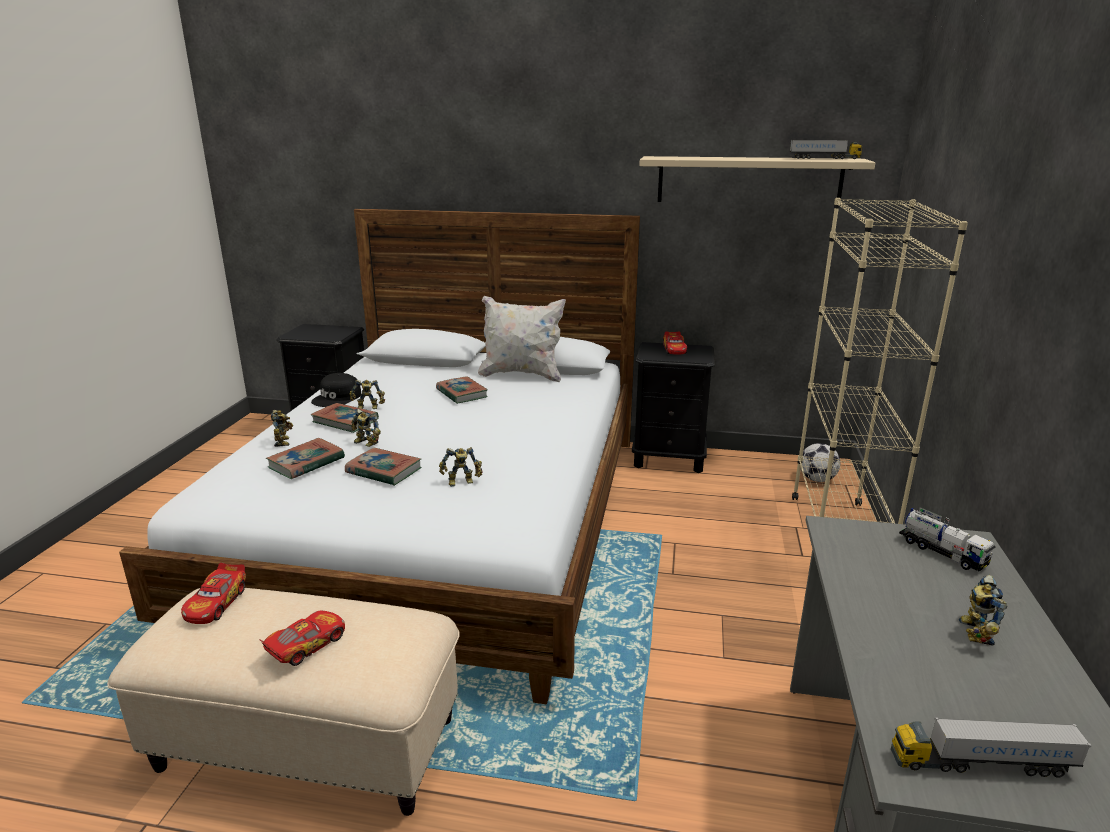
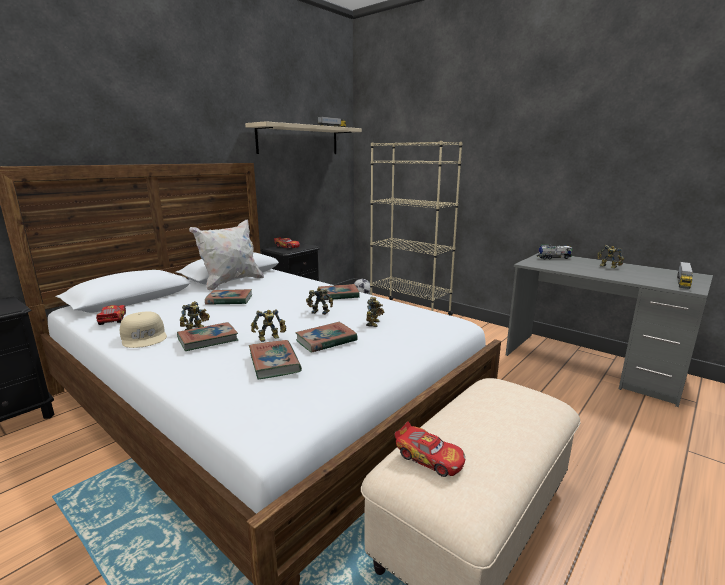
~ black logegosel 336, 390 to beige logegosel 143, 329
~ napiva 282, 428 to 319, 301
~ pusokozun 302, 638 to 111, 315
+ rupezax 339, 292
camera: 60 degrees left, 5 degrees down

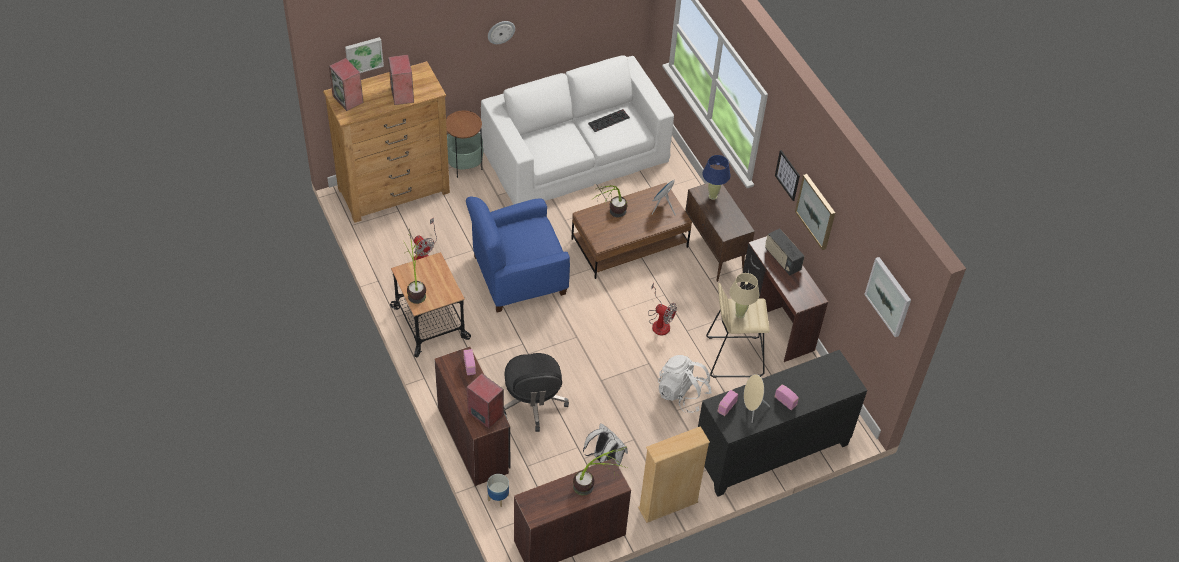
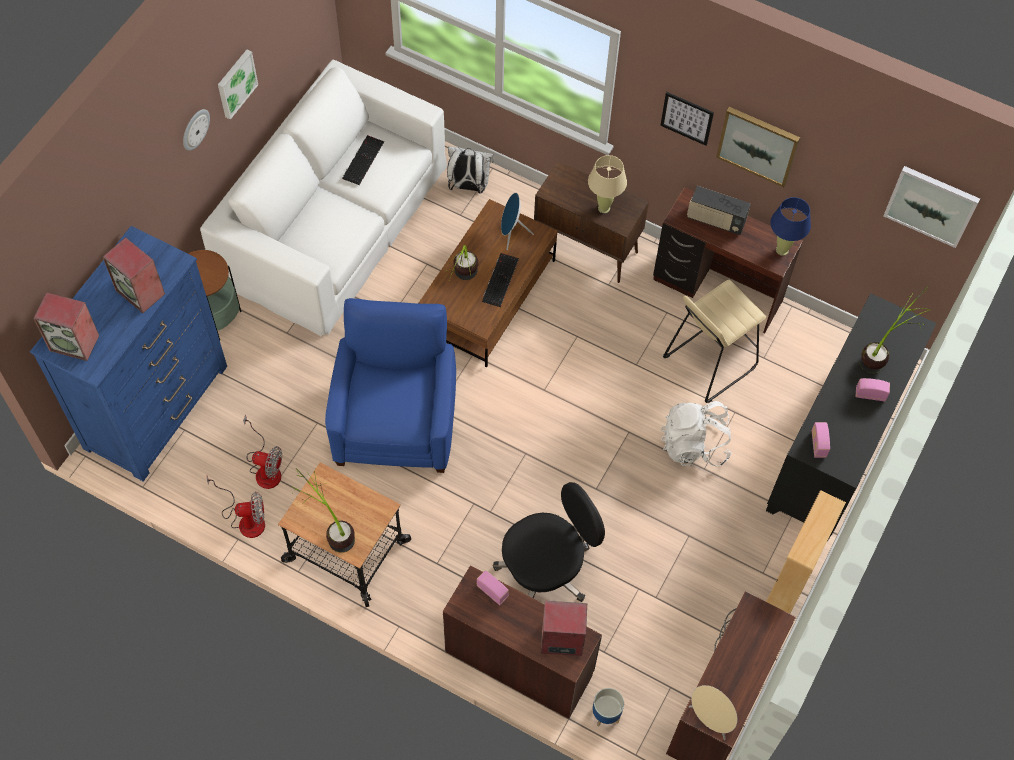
~ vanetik 364, 55 to 238, 85
~ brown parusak 386, 142 to blue parusak 128, 354
~ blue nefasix 716, 177 to 790, 226
~ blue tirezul 518, 254 = 390, 385 150 degrees clockwise
~ beige nefasix 744, 295 to 607, 184
~ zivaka 662, 309 to 236, 507
~ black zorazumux 536, 392 = 549, 542 75 degrees counterclockwise
~ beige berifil 757, 398 to 713, 712
~ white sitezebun 605, 444 to 470, 169
~ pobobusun 600, 471 to 894, 330
+ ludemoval 500, 280
camera: 35 degrees left, 10 degrees up

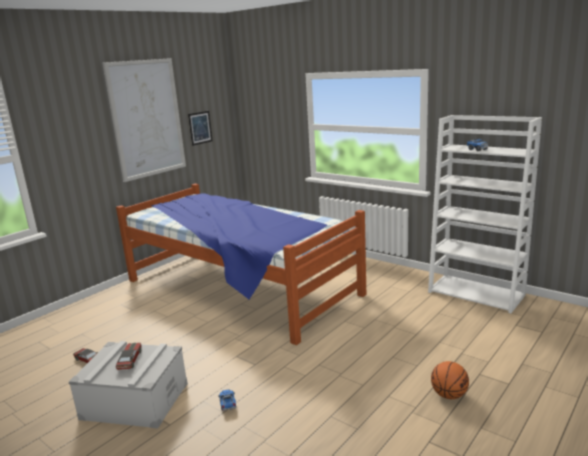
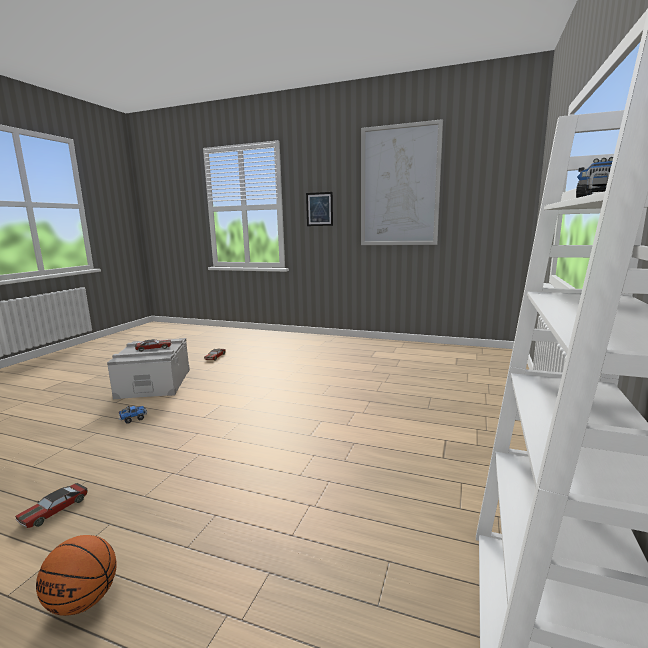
~ vanetik 200, 128 to 319, 209
- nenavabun 241, 264
+ pusokozun 51, 505
camera: 70 degrees right, 5 degrees down

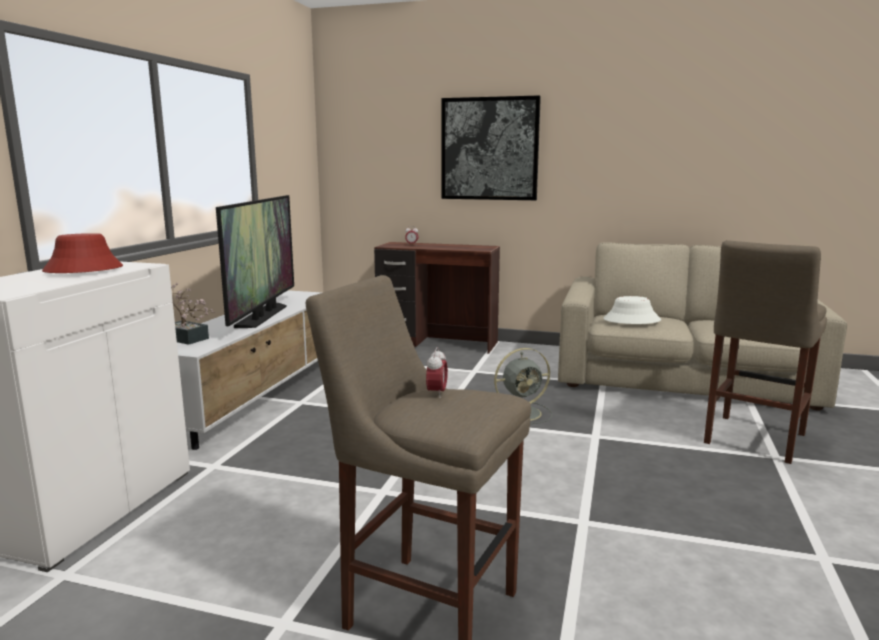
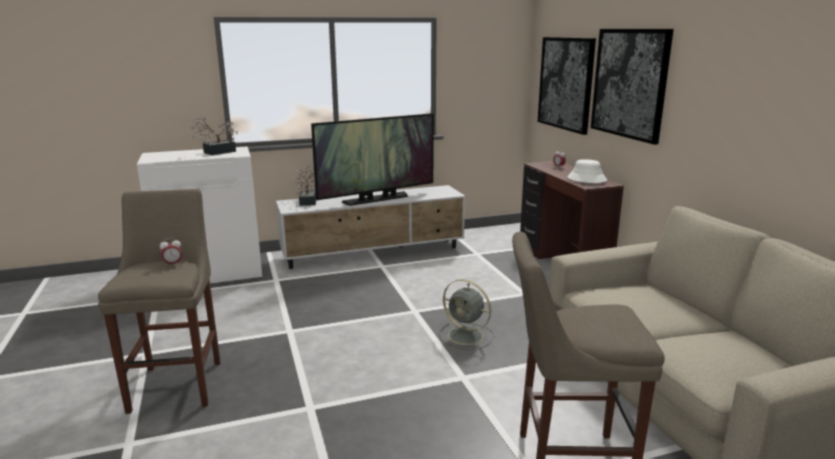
~ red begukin 82, 253 to pobobusun 214, 135
~ white begukin 632, 310 to 587, 171
+ vanetik 567, 86
camera: 55 degrees right, 5 degrees up

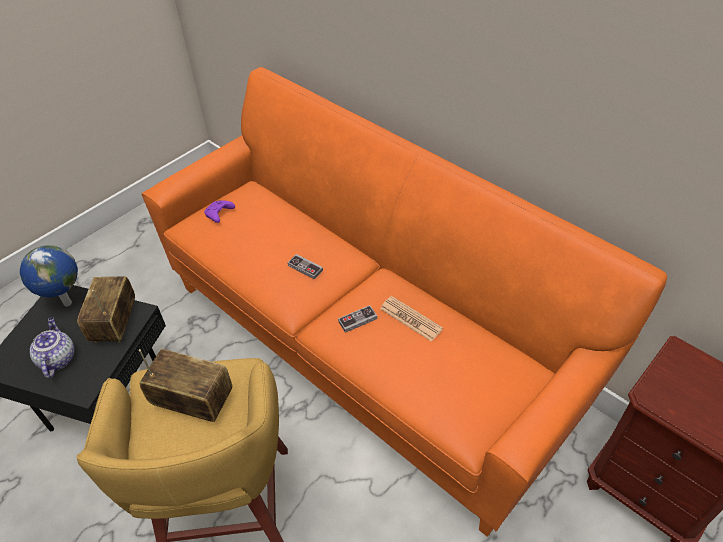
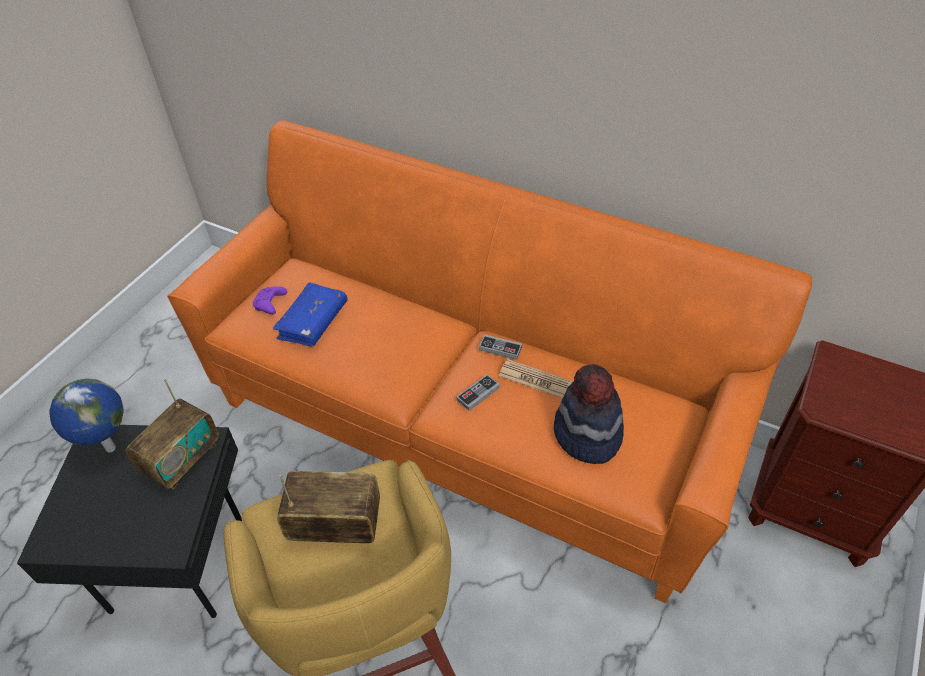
~ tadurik 305, 266 to 500, 347
~ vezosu 106, 310 = 172, 434 135 degrees counterclockwise
- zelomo 52, 347
+ blue rupezax 310, 314
+ begukin 589, 414
camera: 15 degrees left, 0 degrees up

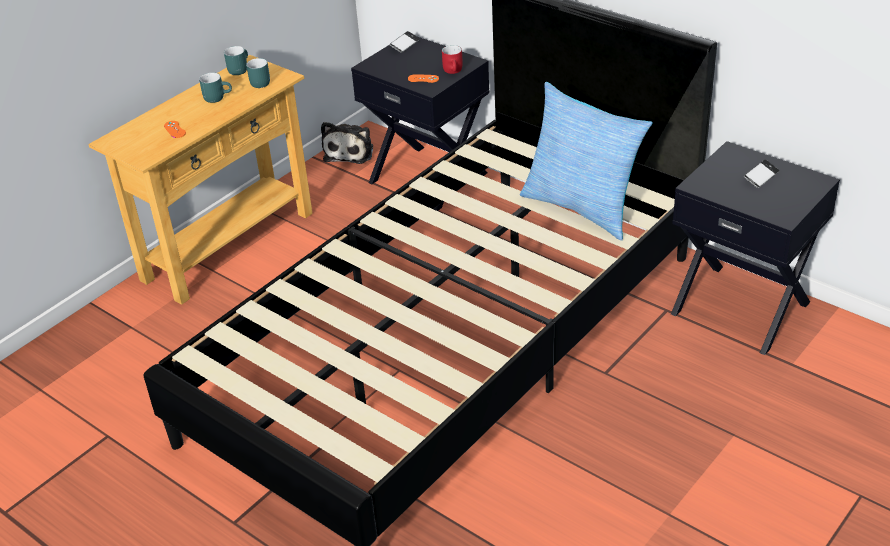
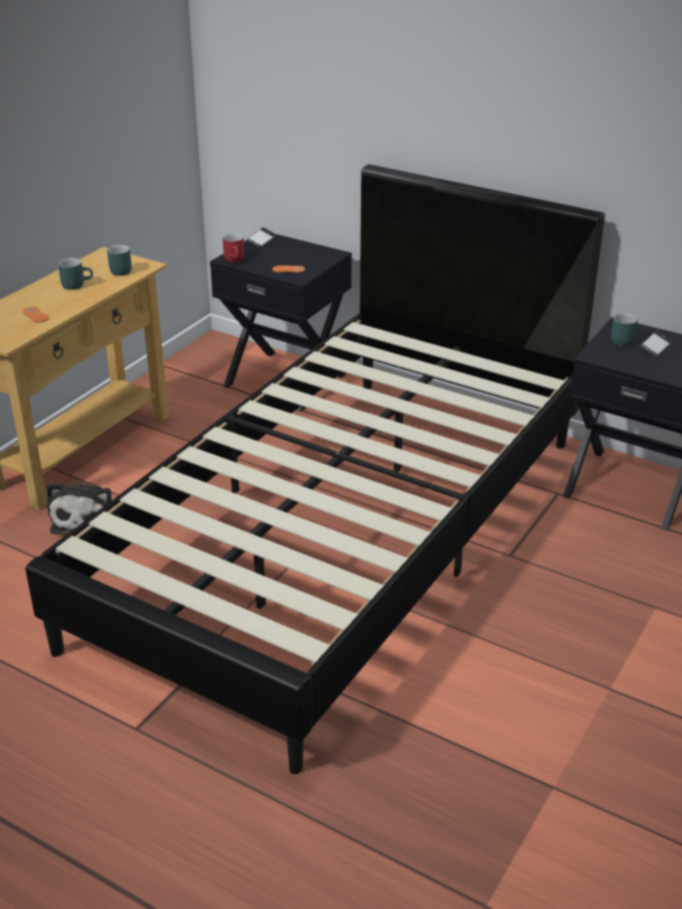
~ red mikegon 452, 59 to 233, 247
~ turquoise mikegon 236, 60 to 624, 329
- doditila 586, 161
~ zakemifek 347, 143 to 79, 508
camera: 10 degrees left, 5 degrees down

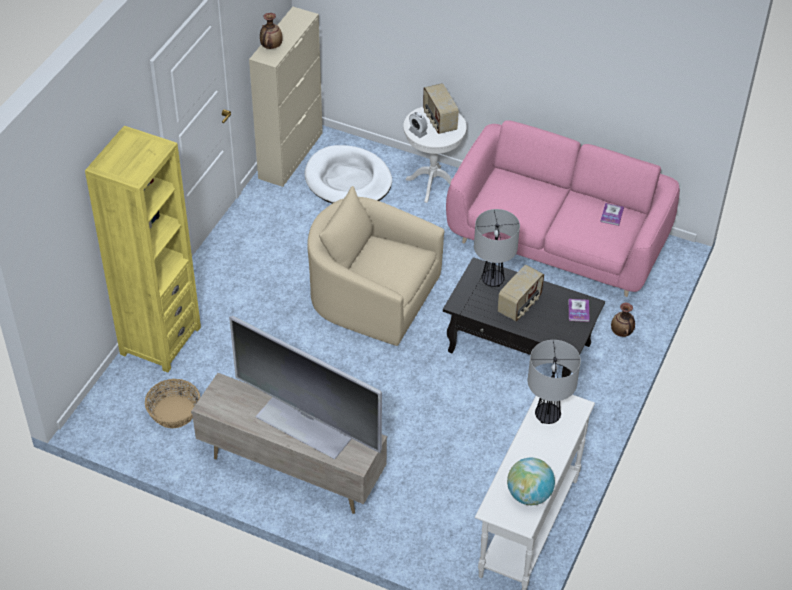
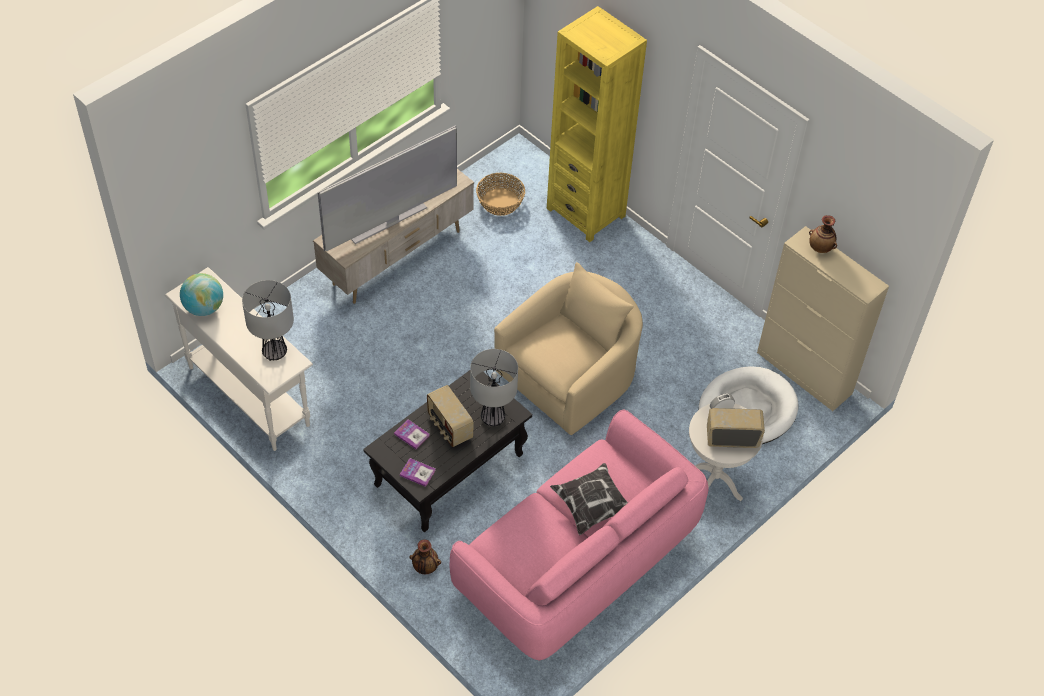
~ rupezax 612, 214 to 412, 434
+ doditila 590, 499
camera: 110 degrees right, 5 degrees up

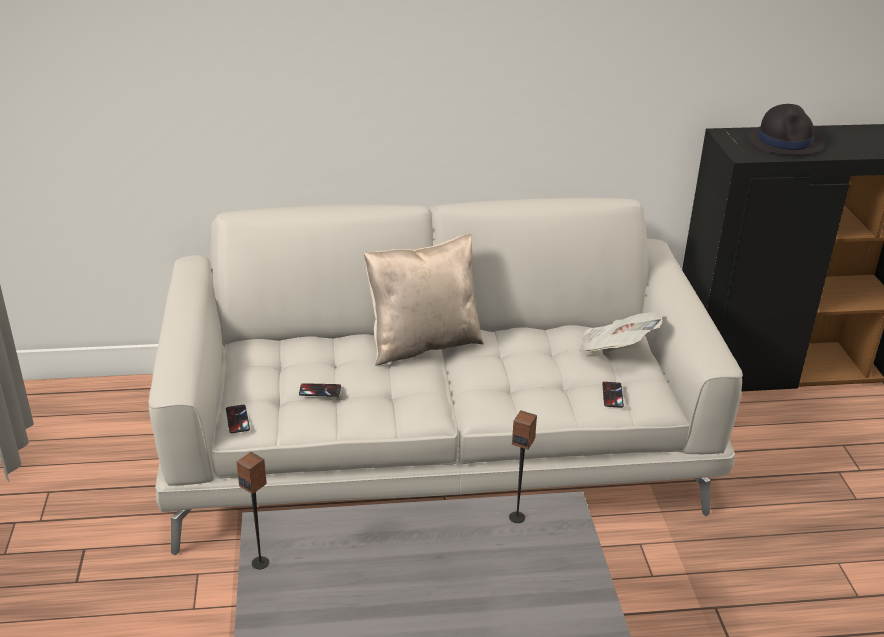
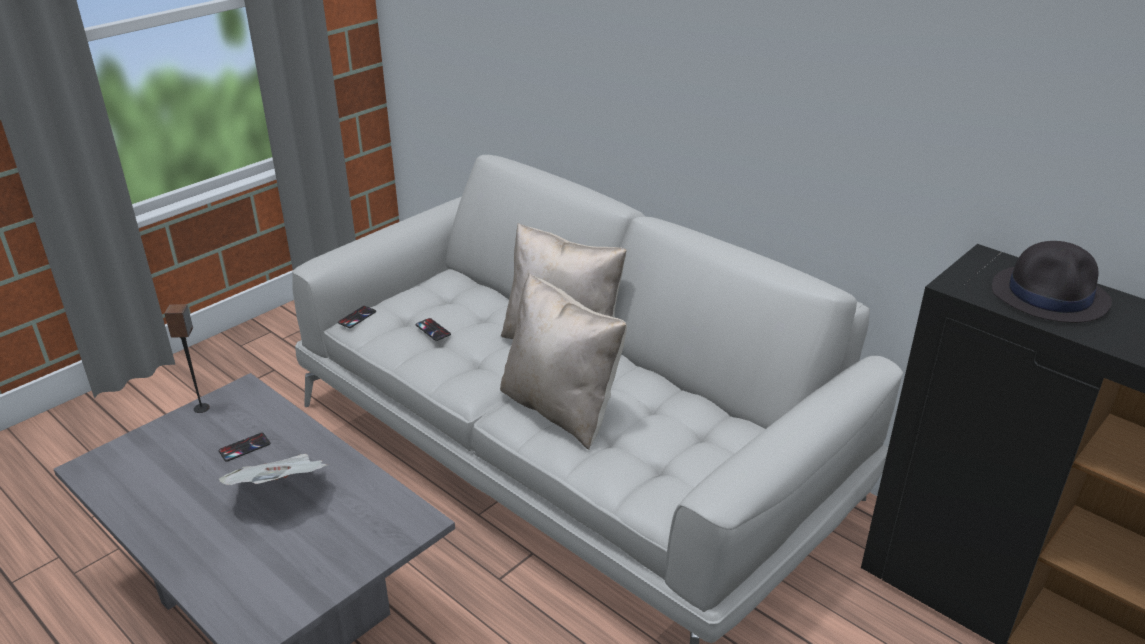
~ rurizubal 621, 332 to 273, 469
~ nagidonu 613, 395 to 244, 447
- berifil 523, 466
+ beige doditila 563, 361
camera: 50 degrees right, 0 degrees up

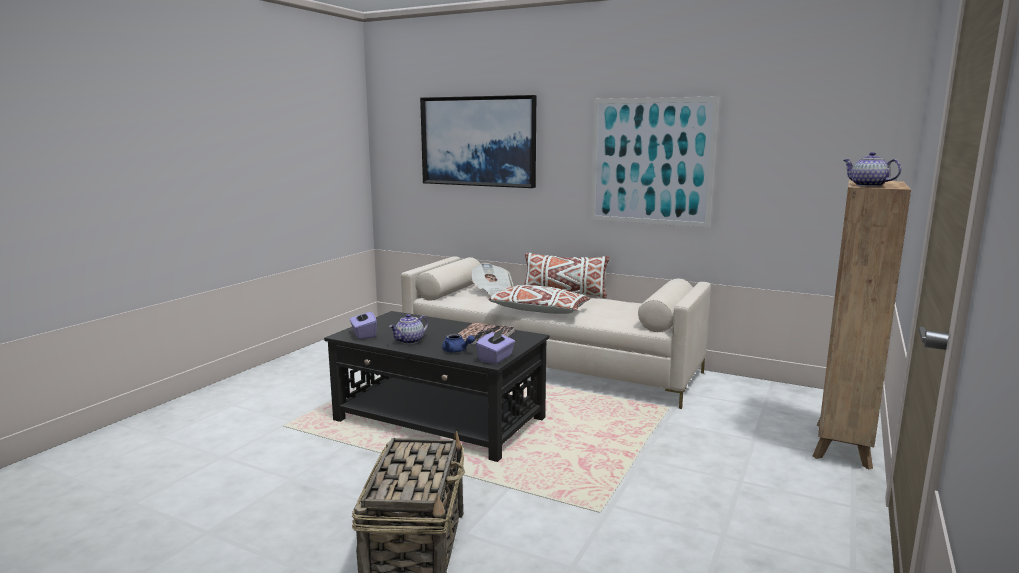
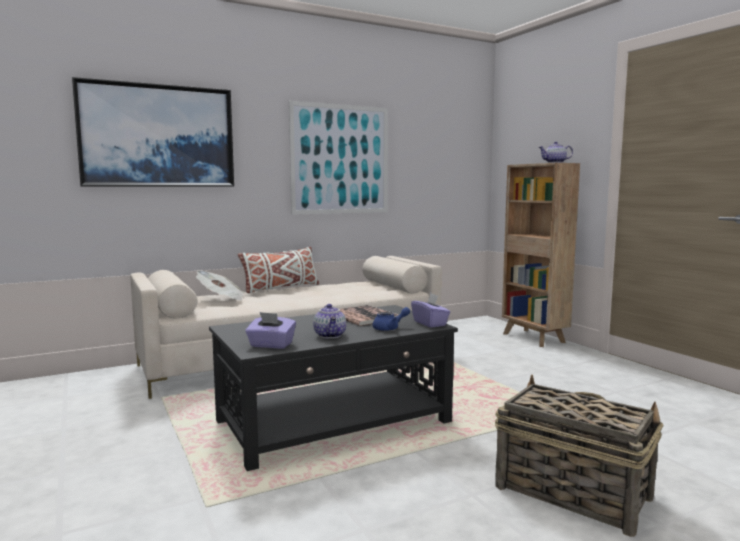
- white doditila 539, 299
camera: 55 degrees left, 5 degrees down

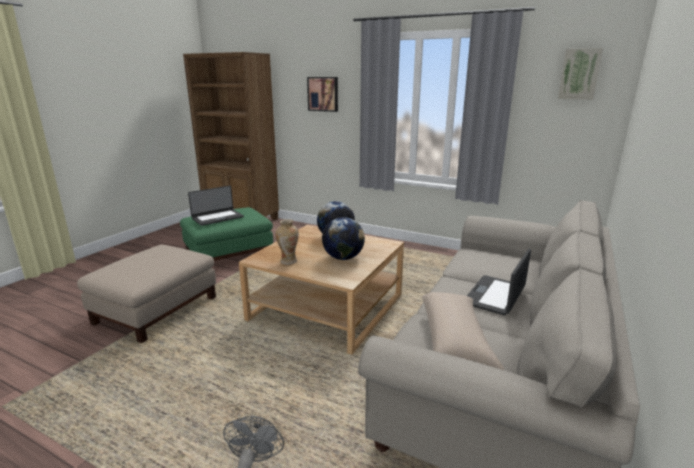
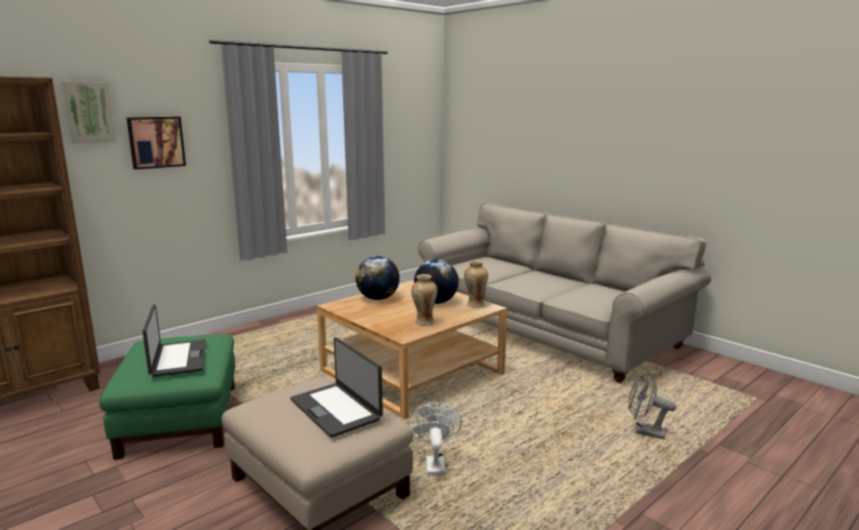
~ vanetik 580, 74 to 89, 113
~ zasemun 499, 282 to 336, 387
- beige doditila 463, 331
+ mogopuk 476, 284
+ white zivaka 435, 438
camera: 70 degrees left, 5 degrees down

